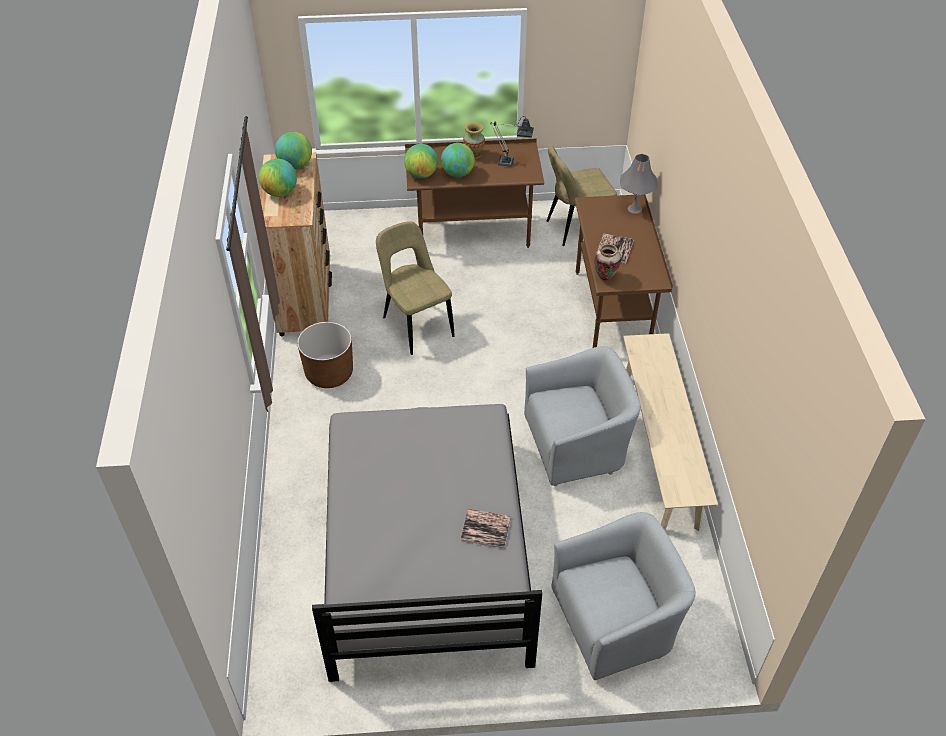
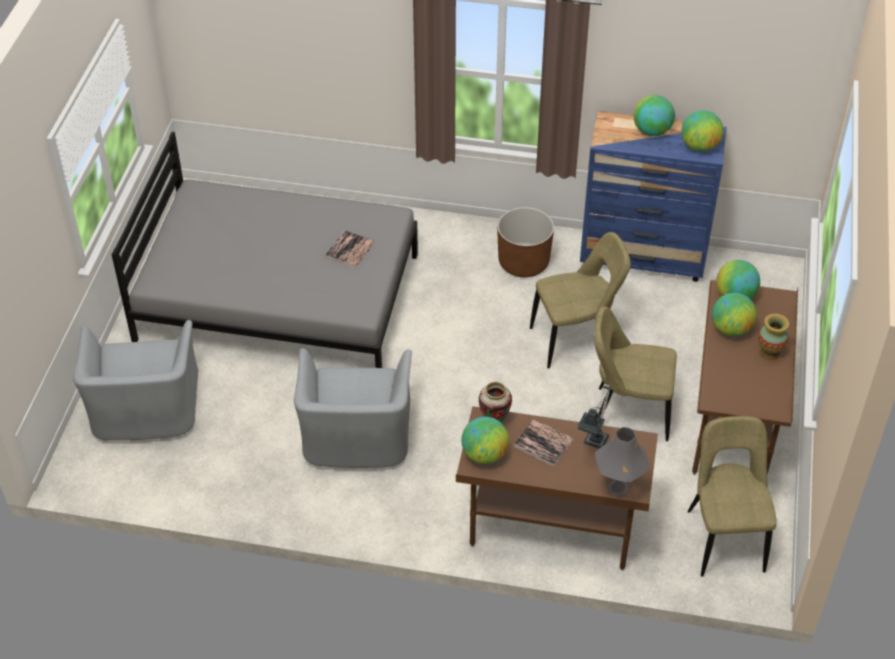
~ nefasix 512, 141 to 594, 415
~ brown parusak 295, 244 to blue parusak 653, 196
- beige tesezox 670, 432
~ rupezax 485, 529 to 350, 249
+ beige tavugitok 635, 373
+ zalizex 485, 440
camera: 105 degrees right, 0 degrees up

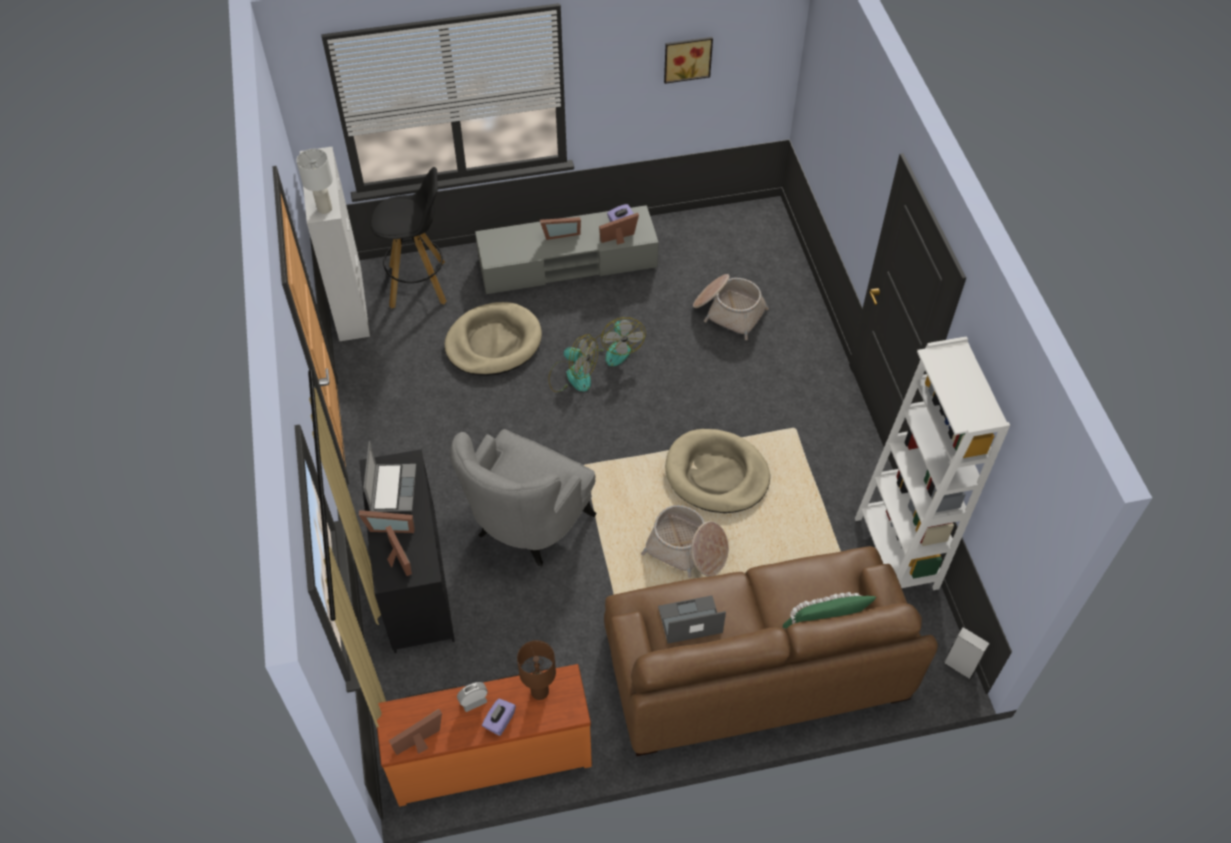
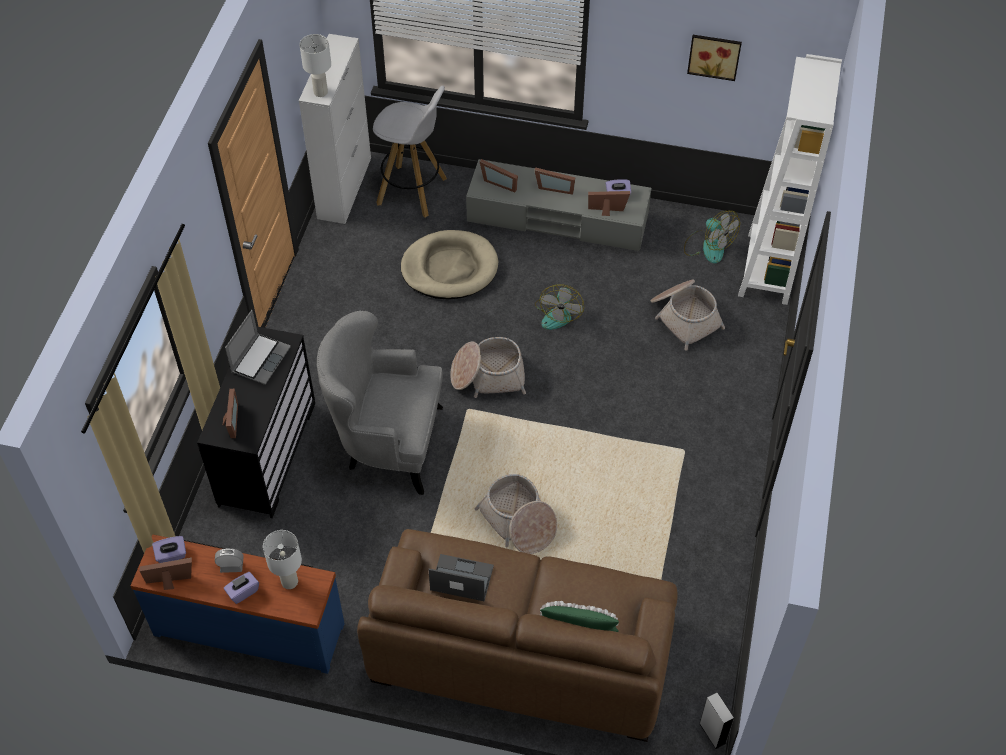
~ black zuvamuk 408, 237 to white zuvamuk 410, 152
~ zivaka 573, 363 to 712, 237
~ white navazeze 932, 463 to 790, 179
~ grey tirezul 523, 497 = 380, 403 45 degrees clockwise
- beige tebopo 717, 471
~ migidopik 387, 521 to 499, 175
~ brown nefasix 536, 670 to white nefasix 282, 559
~ orange parusak 484, 735 to blue parusak 237, 604
+ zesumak 488, 367
+ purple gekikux 169, 549
camera: 25 degrees right, 0 degrees up

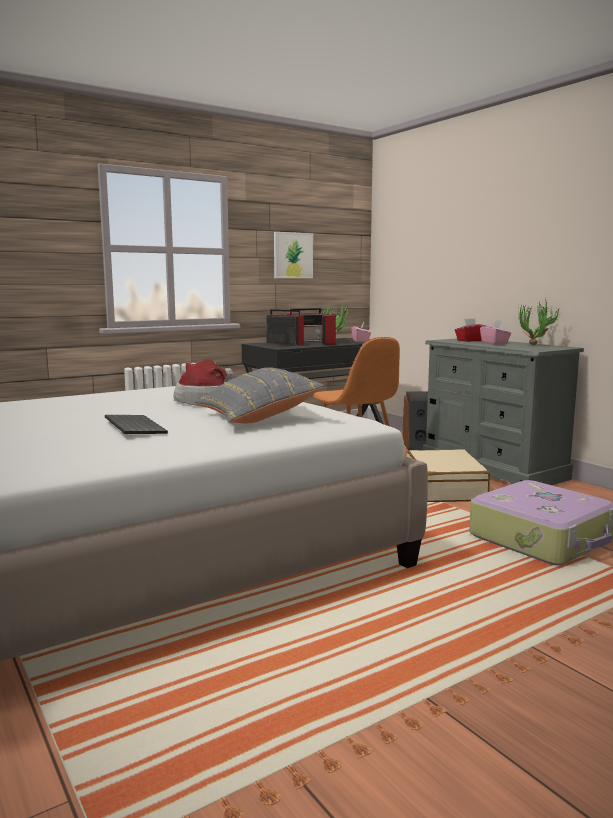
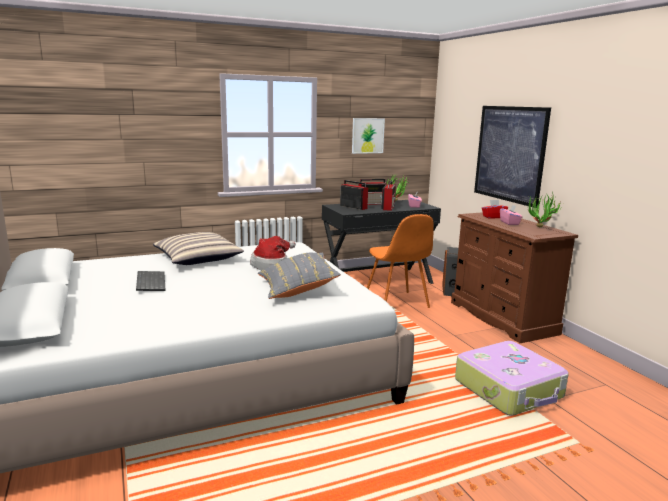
~ grey parusak 503, 411 to brown parusak 514, 277
~ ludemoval 136, 424 to 150, 281
- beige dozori 448, 475
+ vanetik 512, 156
+ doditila 198, 248
camera: 10 degrees right, 5 degrees up

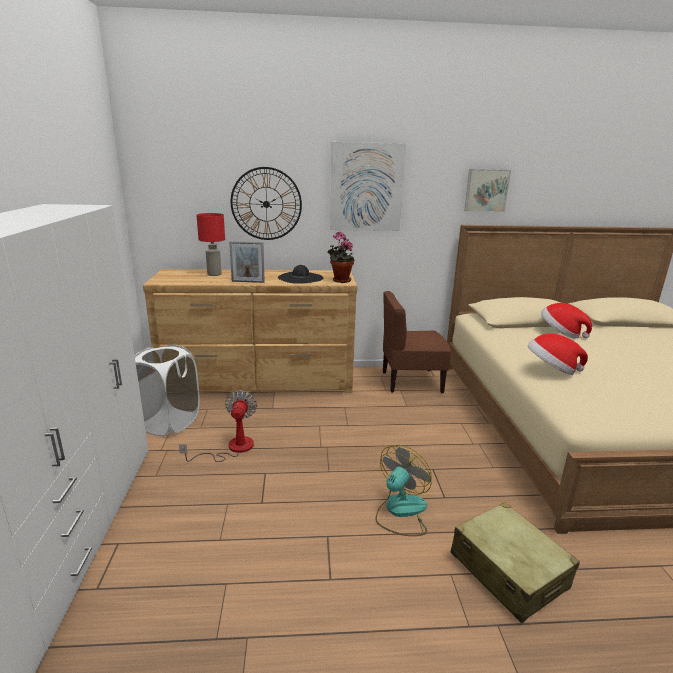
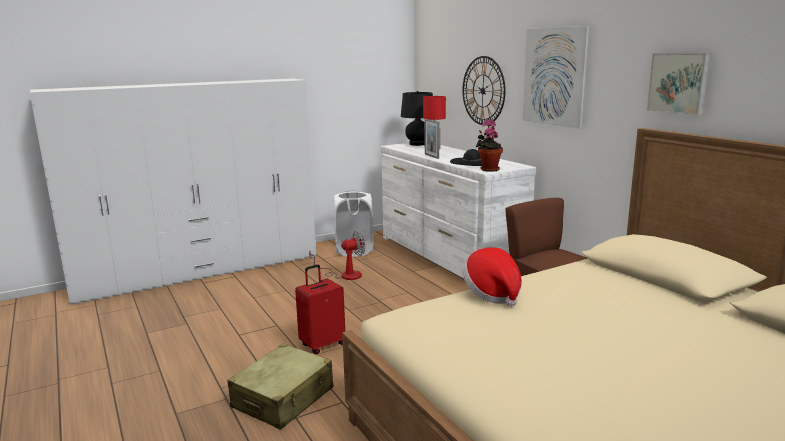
~ brown parusak 250, 331 to white parusak 458, 210
- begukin 566, 320
~ zivaka 403, 490 to red dozori 320, 309
+ black nefasix 417, 118
camera: 65 degrees right, 5 degrees down

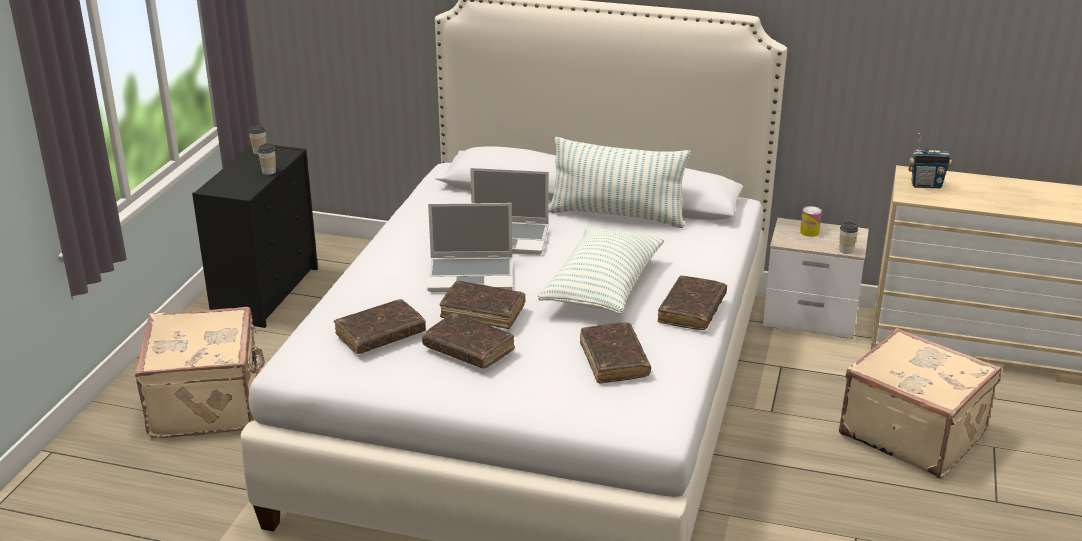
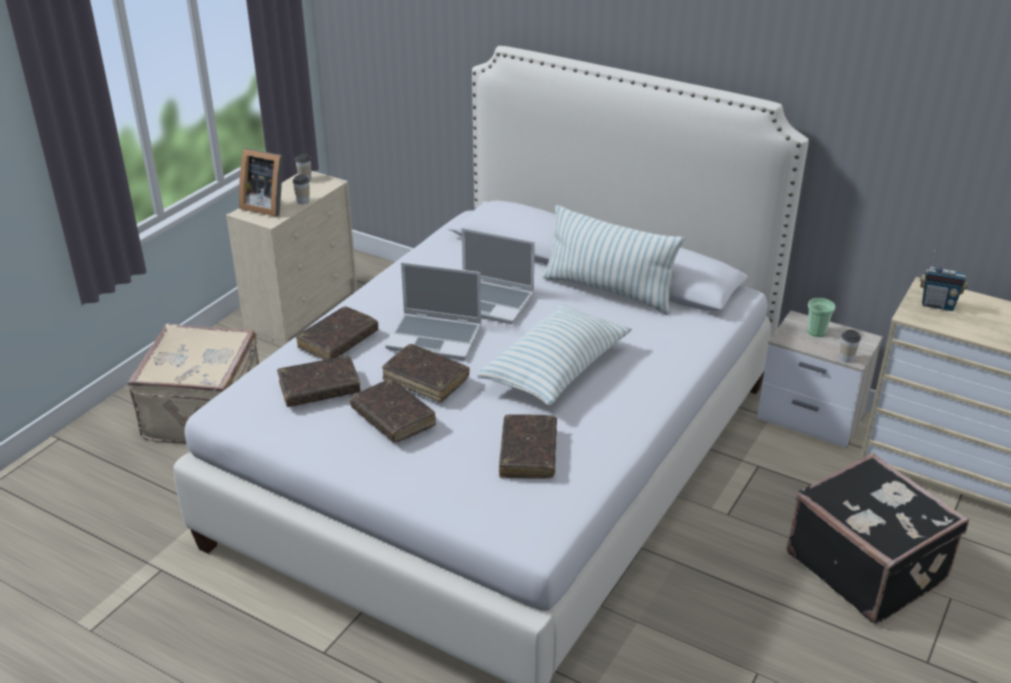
~ black parusak 255, 236 to beige parusak 291, 258
~ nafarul 811, 221 to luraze 821, 317
~ brown rupezax 692, 303 to 337, 333
~ beige dozori 920, 403 to black dozori 877, 539
+ migidopik 261, 182
camera: 15 degrees right, 5 degrees up

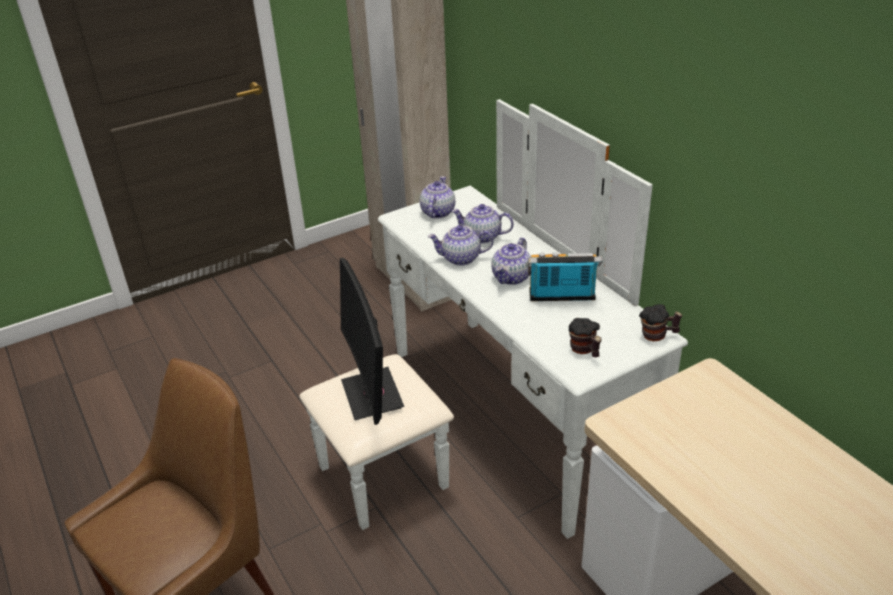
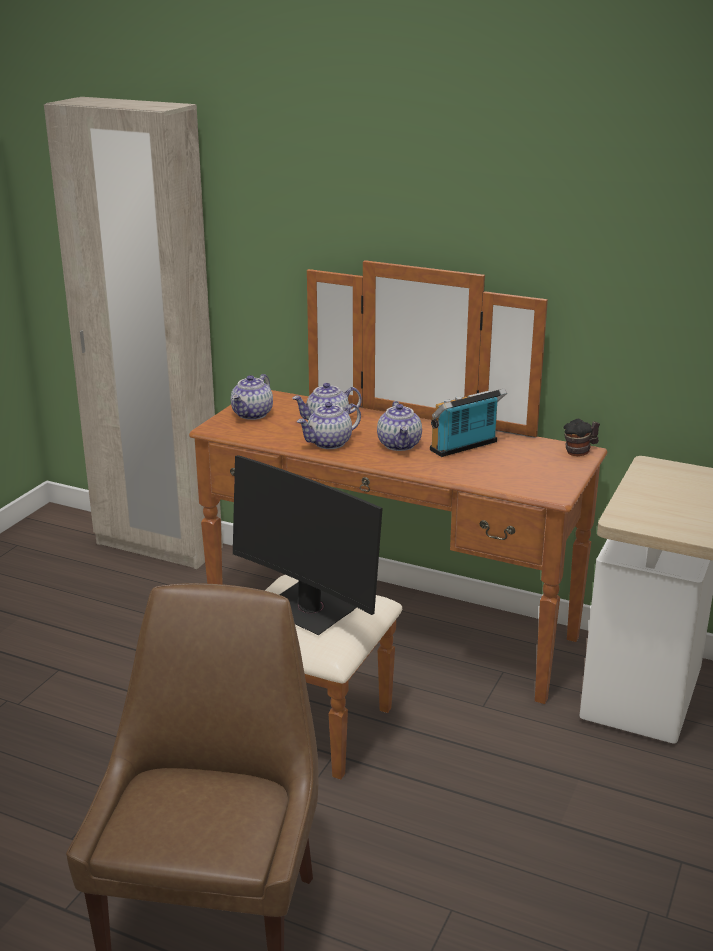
~ white parusak 494, 319 to brown parusak 398, 520
~ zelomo 437, 197 = 252, 397 135 degrees counterclockwise
- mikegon 585, 337
camera: 35 degrees left, 10 degrees down

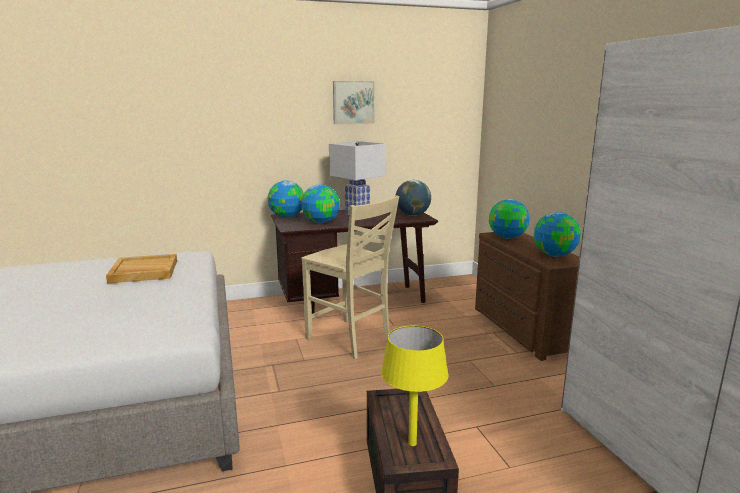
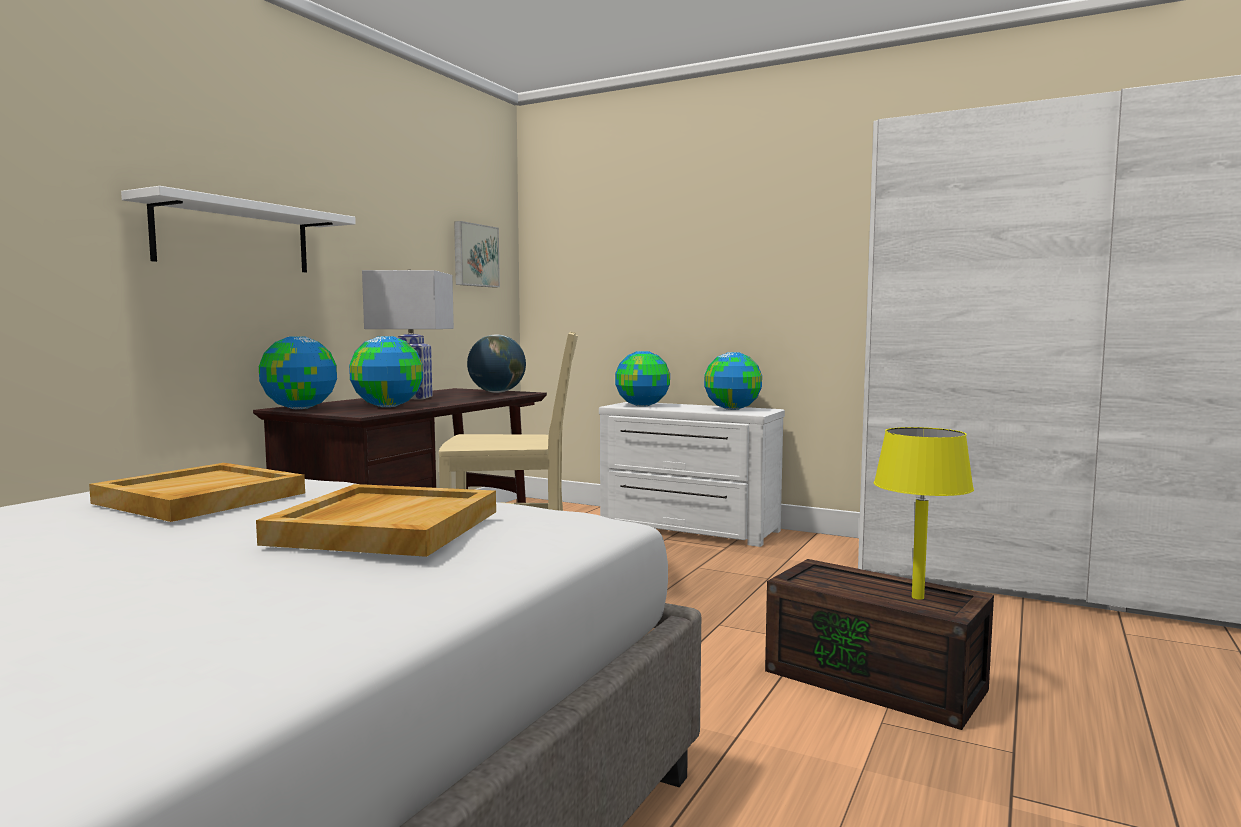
~ vanetik 354, 102 to 477, 254
~ brown parusak 527, 296 to white parusak 692, 474
+ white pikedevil 238, 229
+ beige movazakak 376, 520
camera: 45 degrees left, 10 degrees down

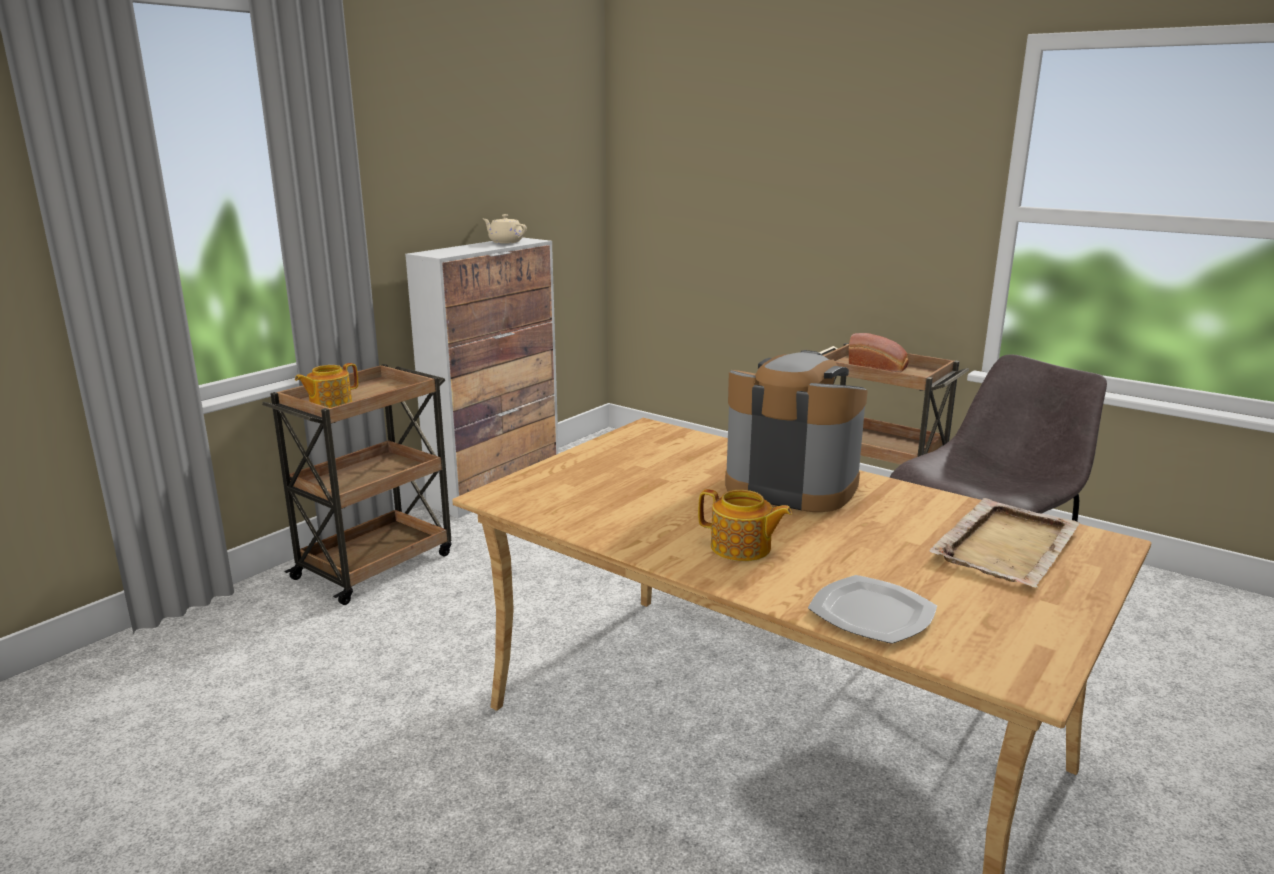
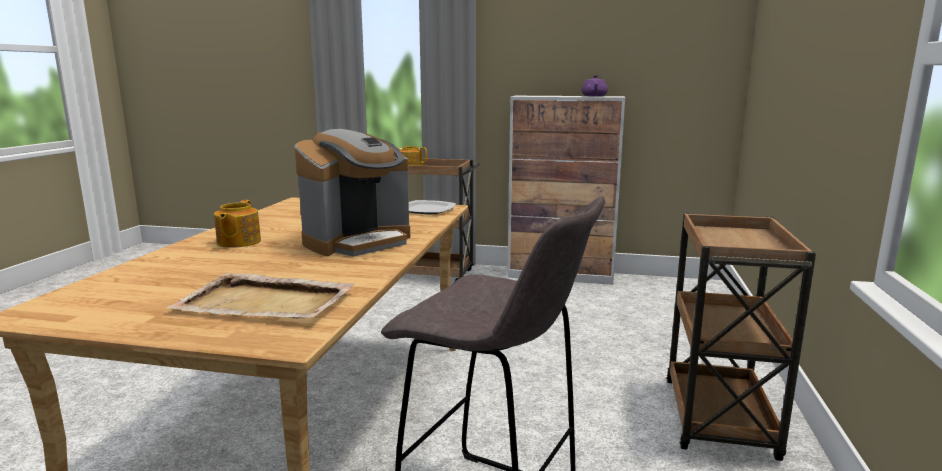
~ beige zelomo 505, 229 to purple zelomo 594, 85
- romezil 879, 352
~ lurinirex 796, 431 = 352, 193 45 degrees clockwise
~ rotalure 872, 609 to 432, 207
camera: 65 degrees right, 5 degrees down

